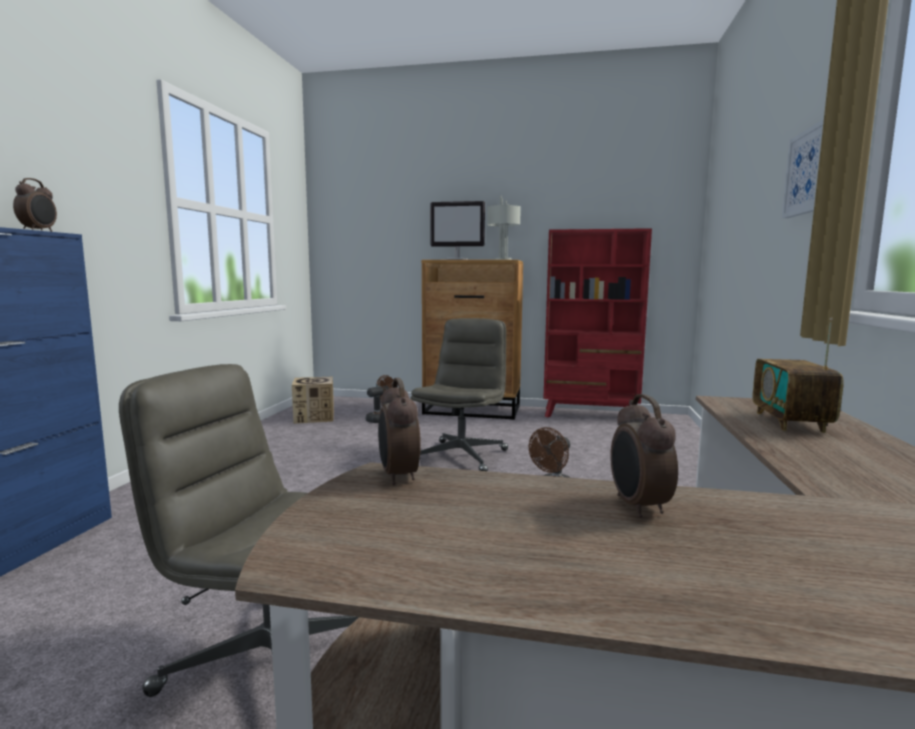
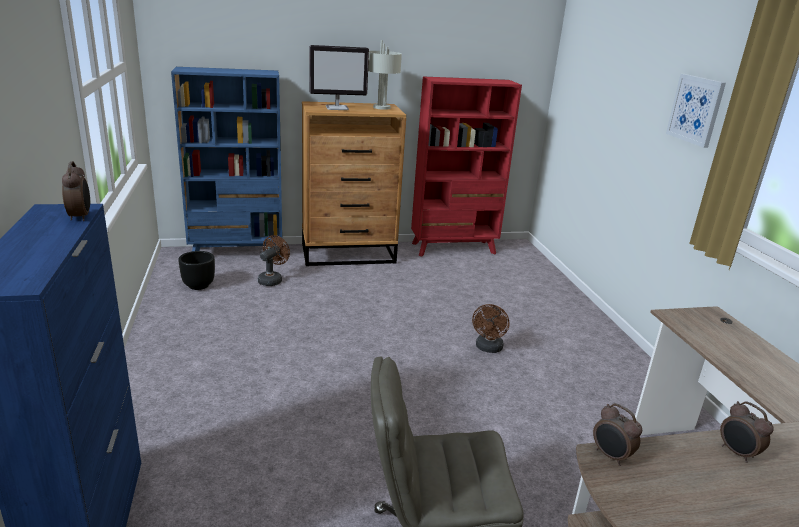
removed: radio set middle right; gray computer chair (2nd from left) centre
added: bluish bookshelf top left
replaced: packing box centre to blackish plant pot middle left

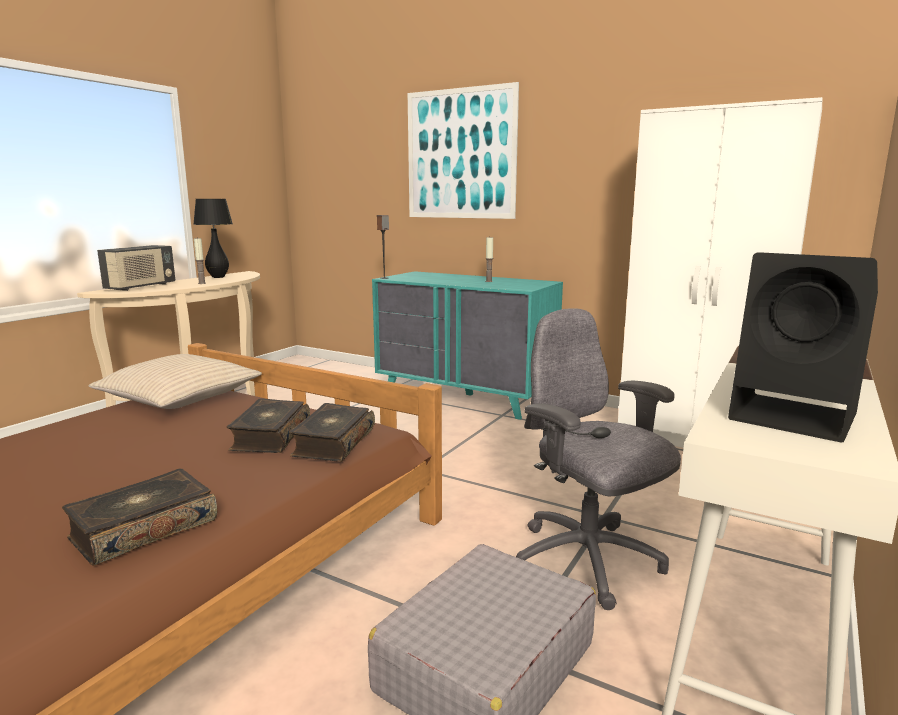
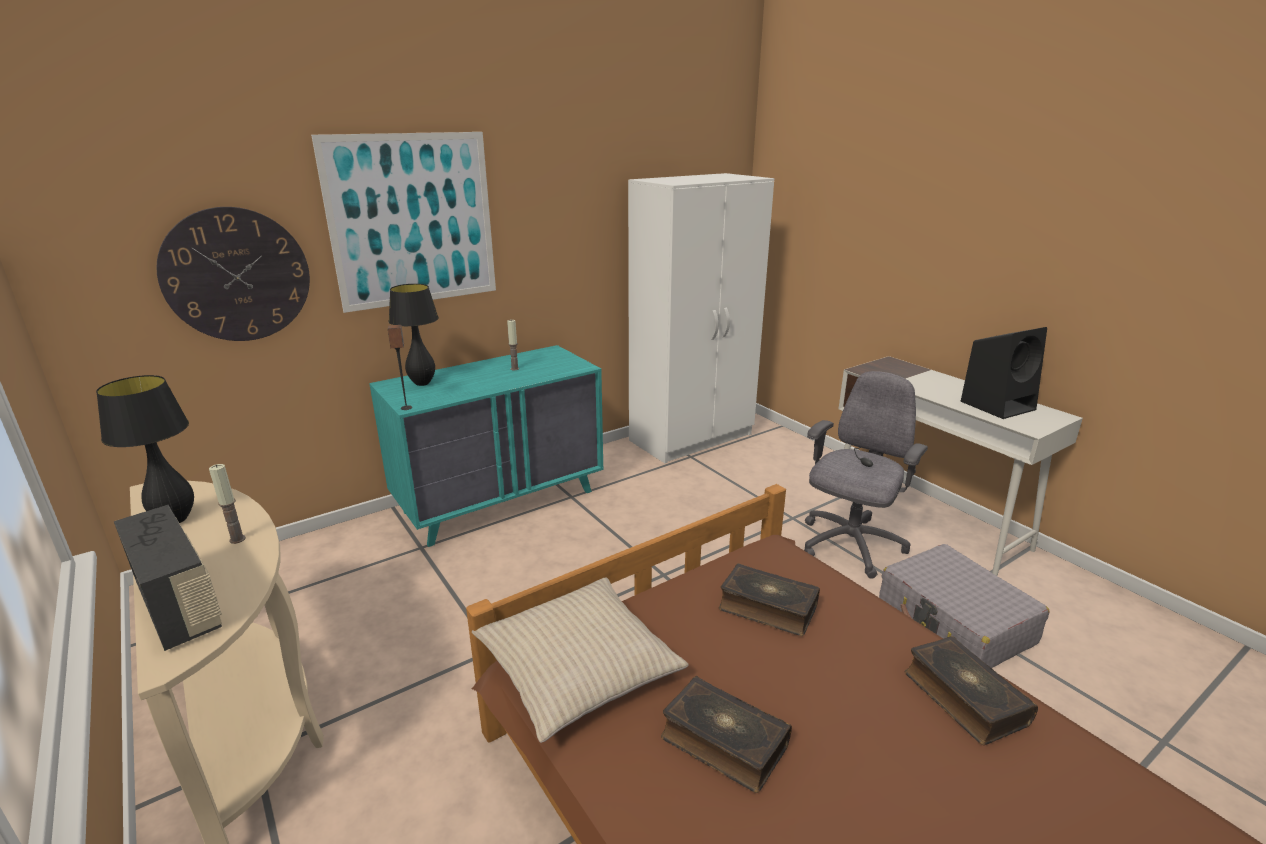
added: wall clock top left; blackish table lamp (2nd from left) middle left
moved: bound book (3rd from left in the first image) centre to bound book (1st from left) bottom centre
turned: gray computer chair centre = middle right 135 degrees clockwise

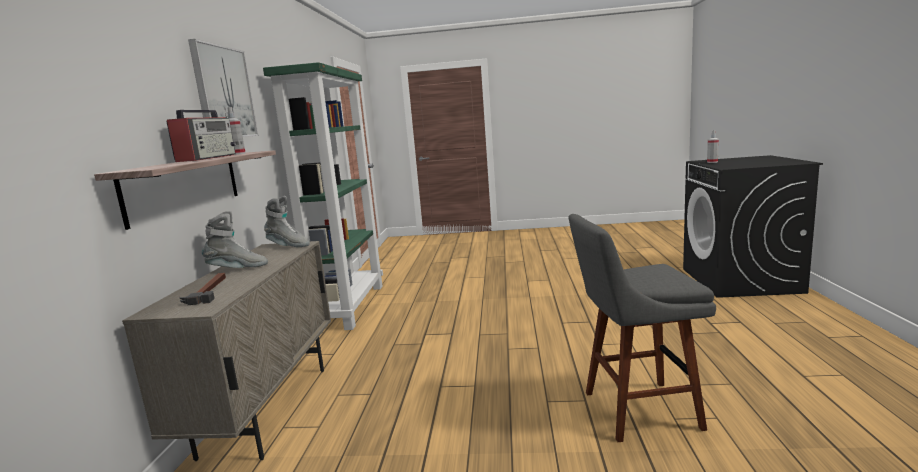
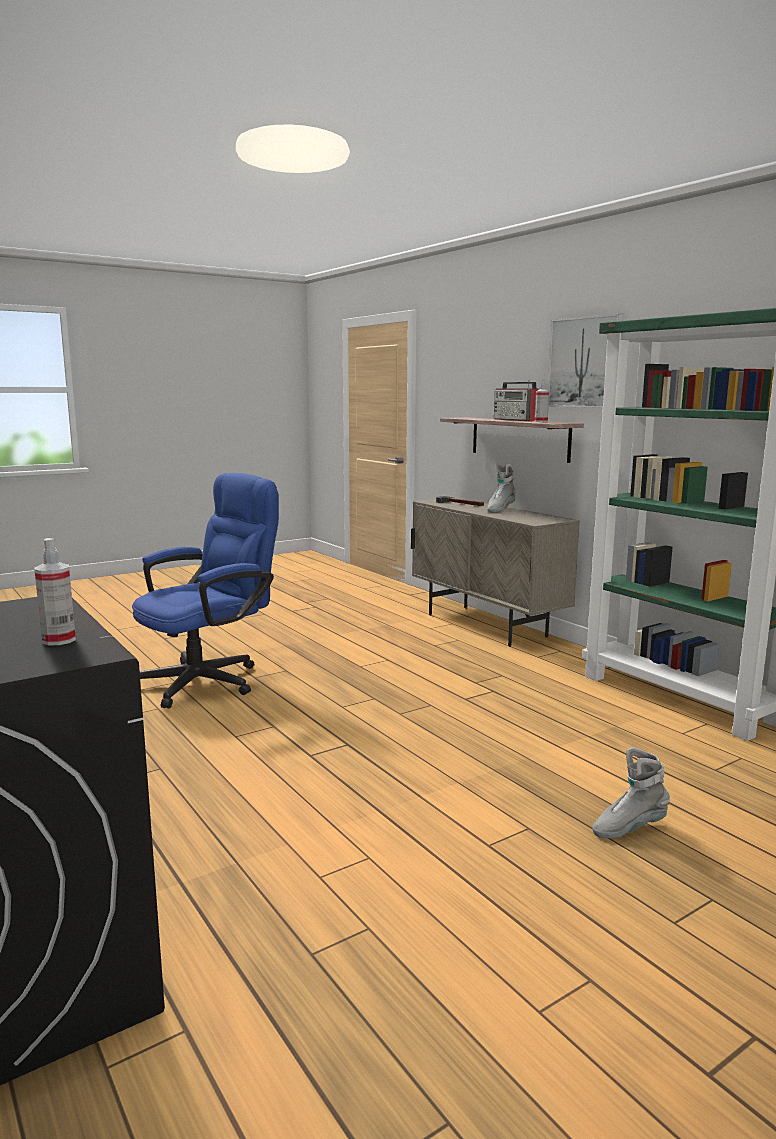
moved: gray boot (2nd from left) middle left to bottom right
replaced: gray stool seat bottom right to bluish computer chair middle left

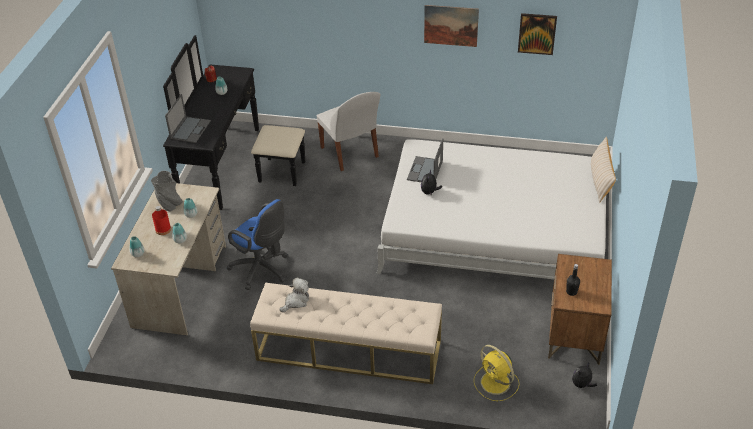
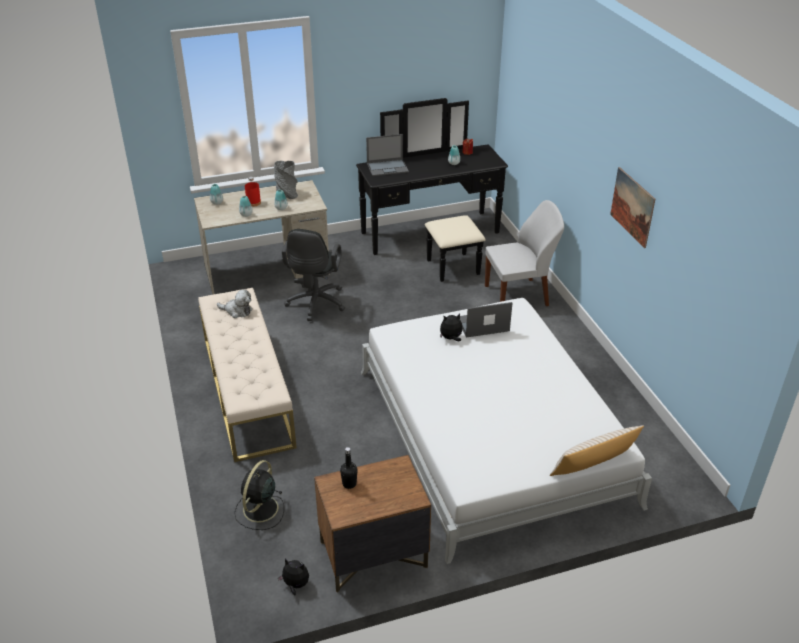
removed: wall picture (2nd from left) top right
recoloured: bluish computer chair centre to blackish computer chair centre; yellow cooling fan bottom centre to blackish cooling fan bottom left
turned: white upright chair top centre = centre 135 degrees counterclockwise

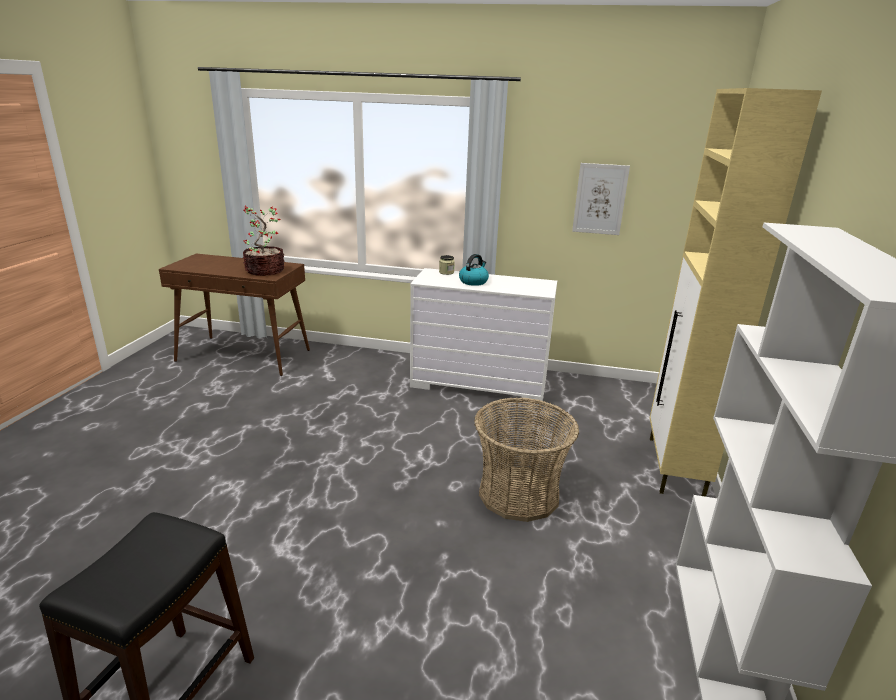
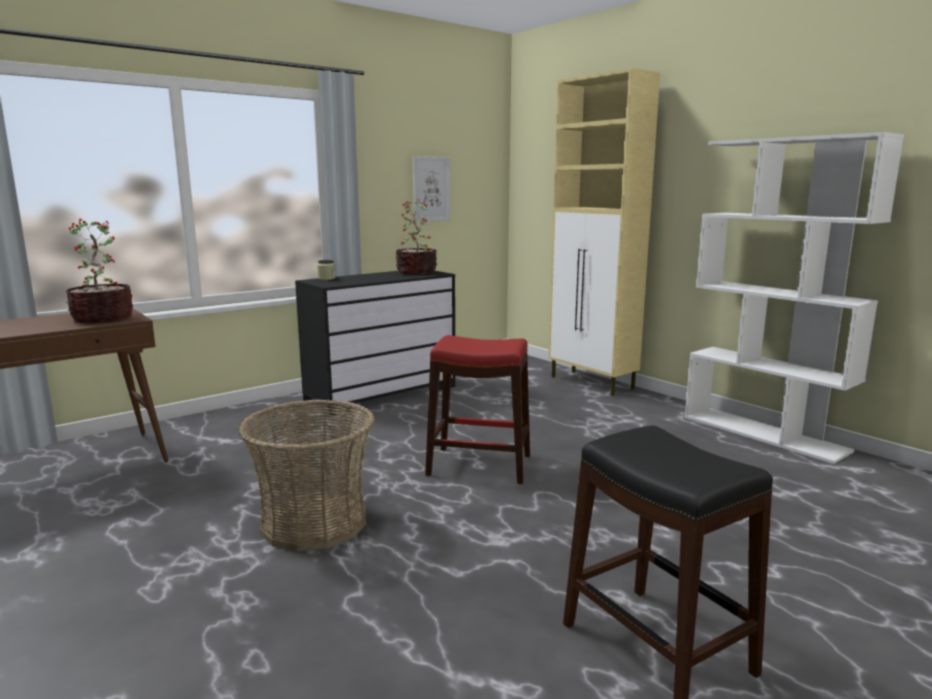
removed: water kettle centre
added: plant in a pot (2nd from left) centre; reddish stool seat centre
moved: storage basket centre to bottom left
recoloured: white drawer chest centre to blackish drawer chest centre

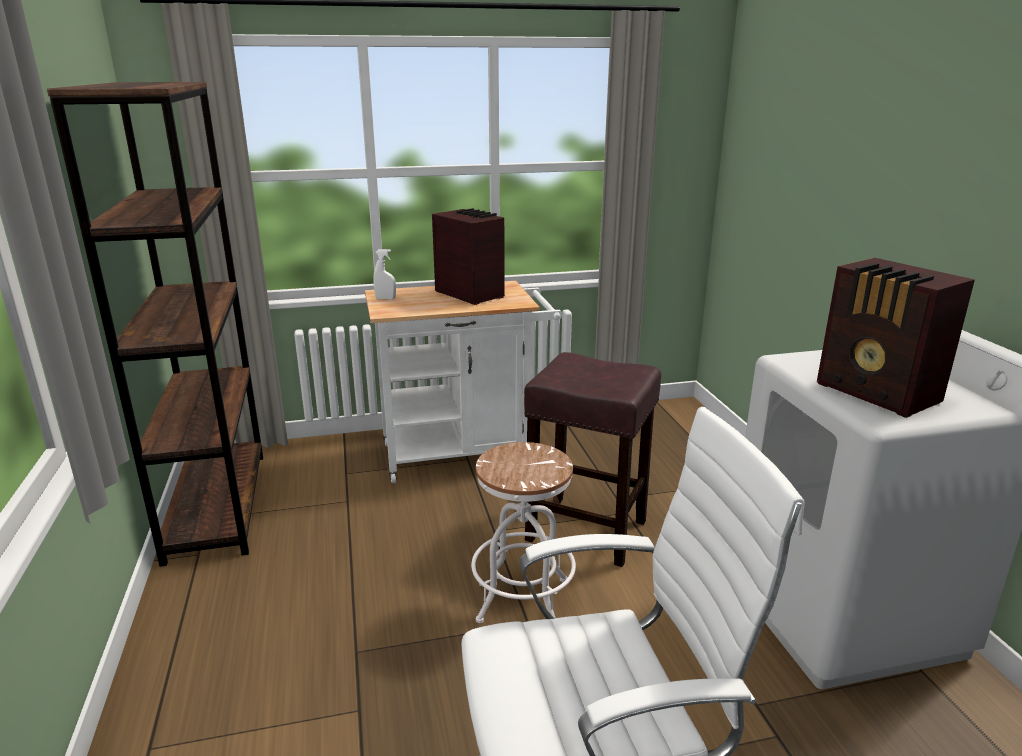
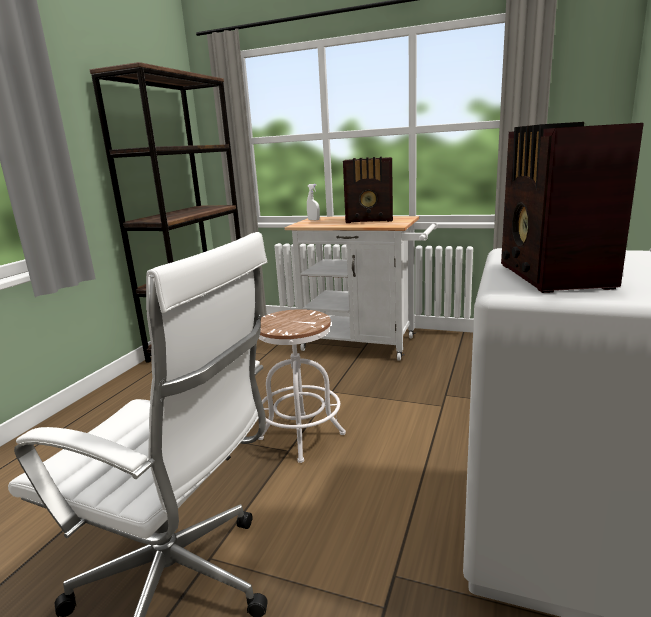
removed: brownish stool seat centre
turned: radio set (1st from left) centre = top centre 105 degrees clockwise

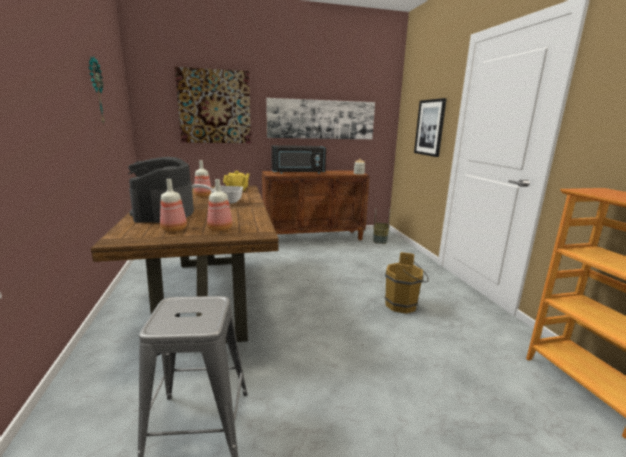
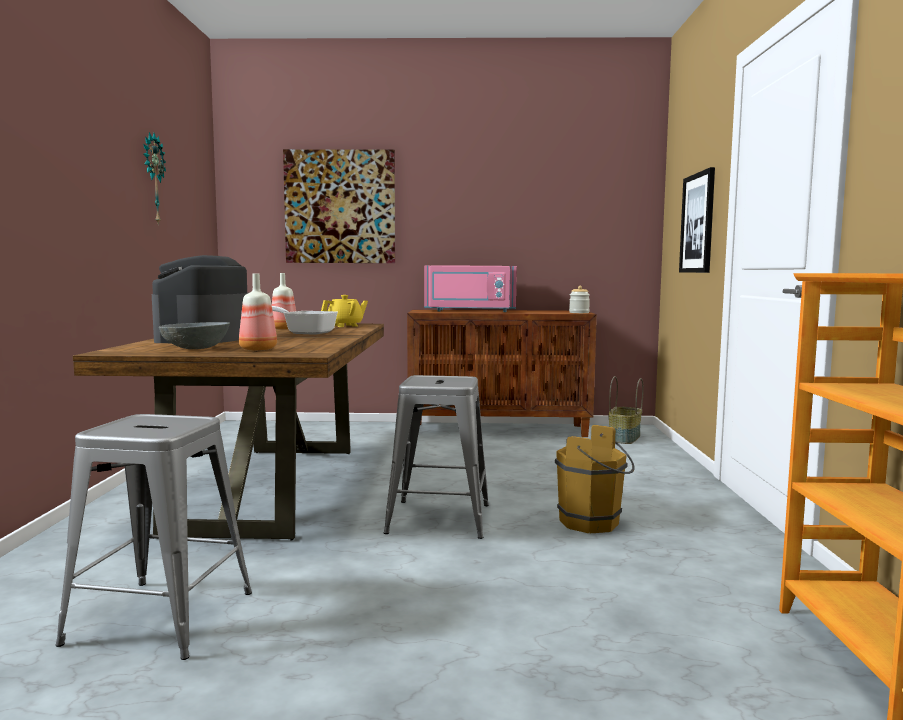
removed: wall picture (2nd from left) top centre
added: gray stool seat (2nd from left) centre
replaced: drink bottle (1st from left) middle left to gray serving bowl middle left
recoloured: blackish microwave oven centre to pink microwave oven centre

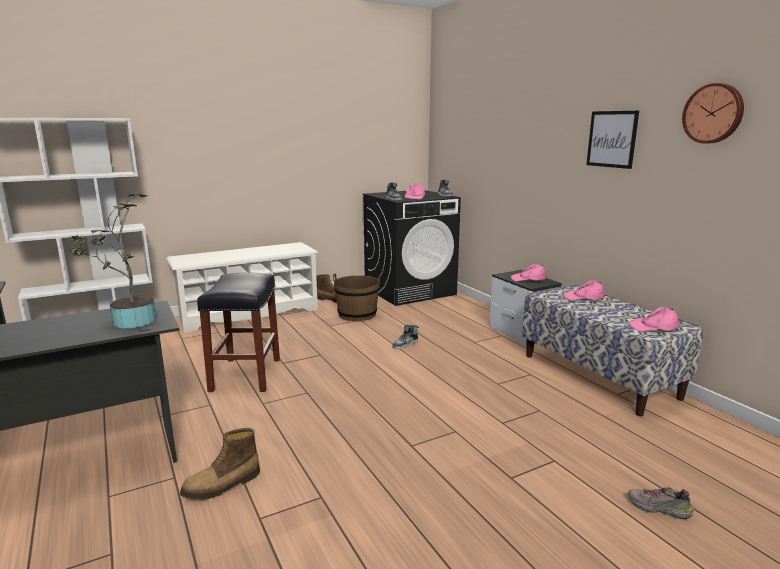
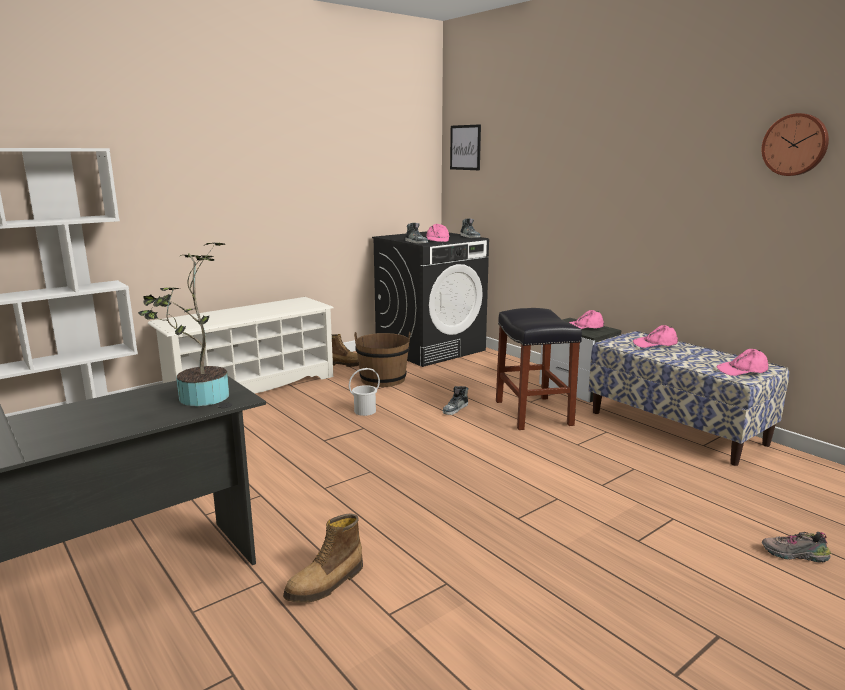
added: white pail centre
moved: wall picture top right to top centre; blackish stool seat middle left to centre

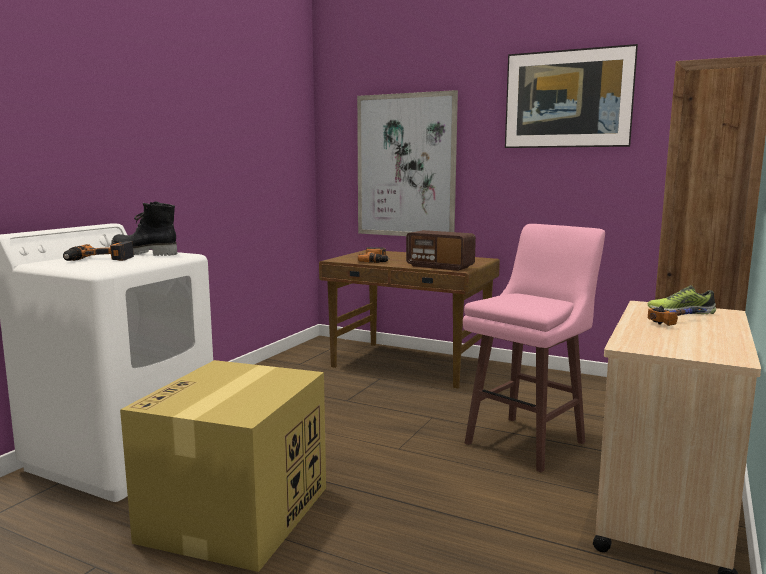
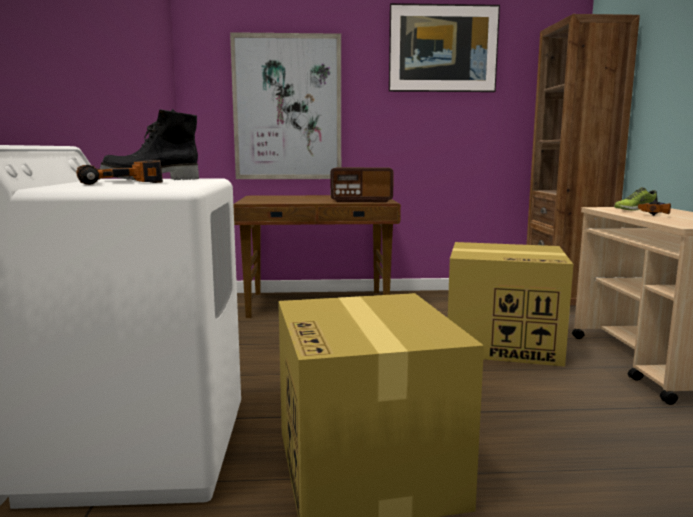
removed: electric drill (2nd from left) centre
replaced: pink stool seat middle right to packing box (2nd from left) middle right

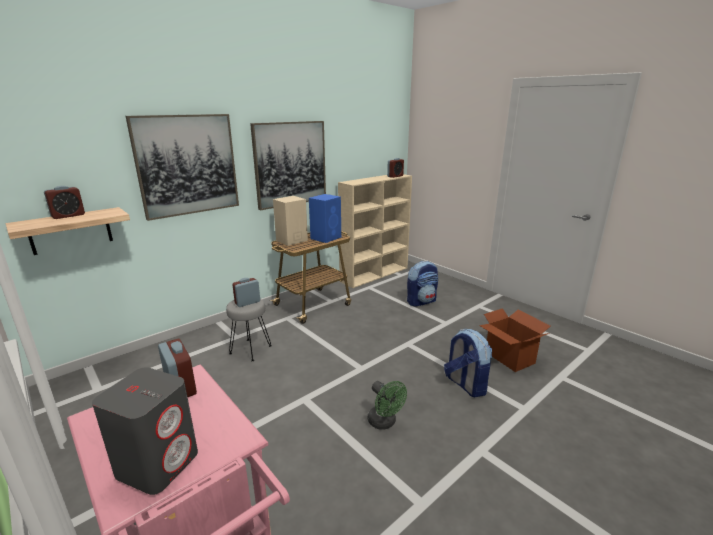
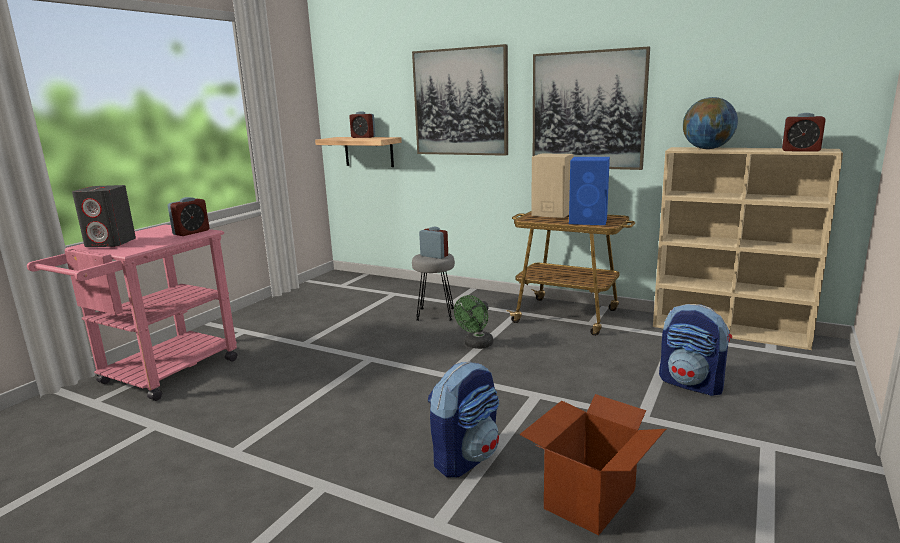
added: globe top right
moved: green cooling fan bottom centre to centre

